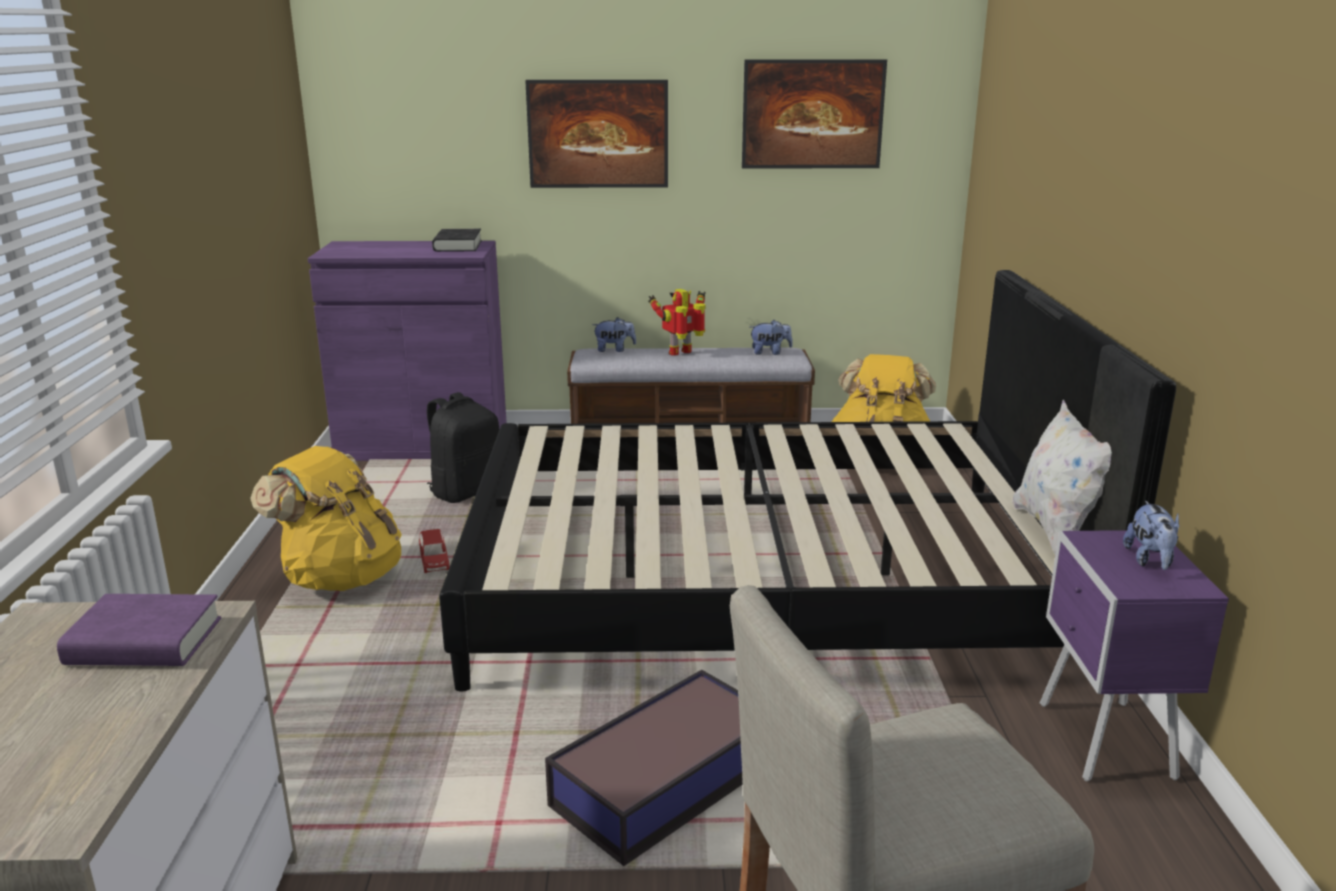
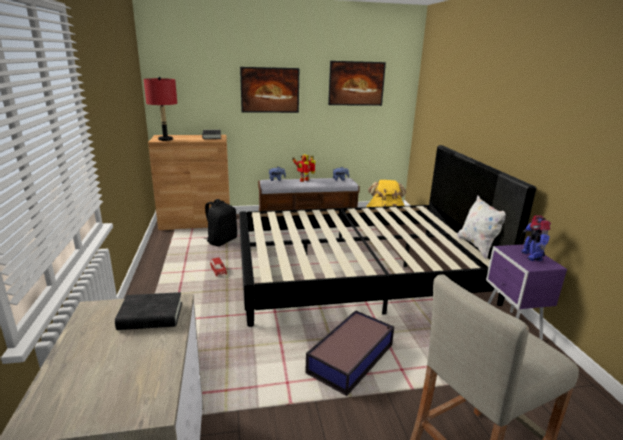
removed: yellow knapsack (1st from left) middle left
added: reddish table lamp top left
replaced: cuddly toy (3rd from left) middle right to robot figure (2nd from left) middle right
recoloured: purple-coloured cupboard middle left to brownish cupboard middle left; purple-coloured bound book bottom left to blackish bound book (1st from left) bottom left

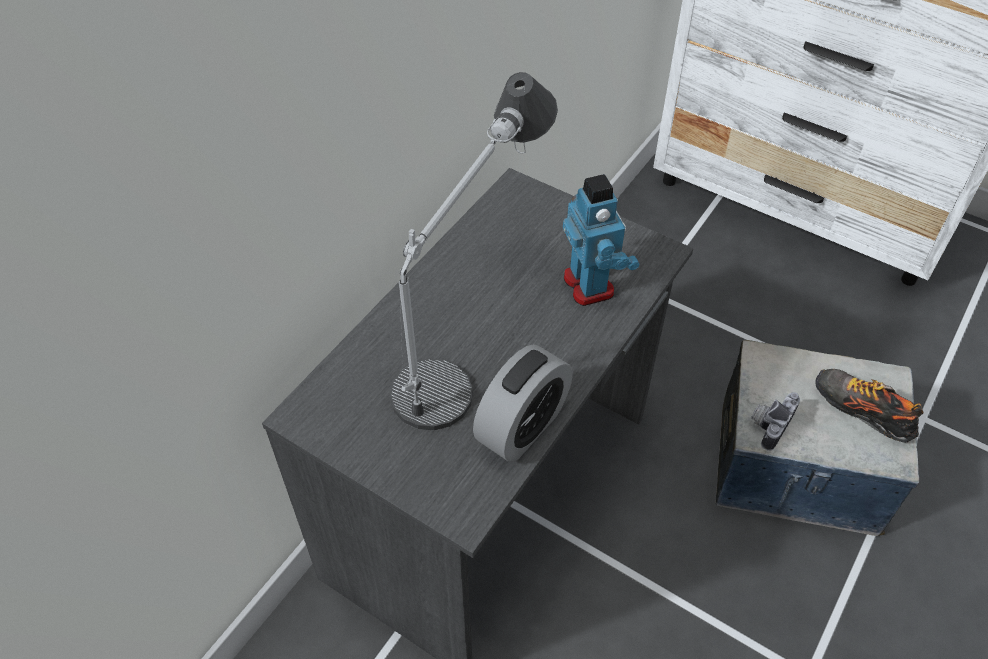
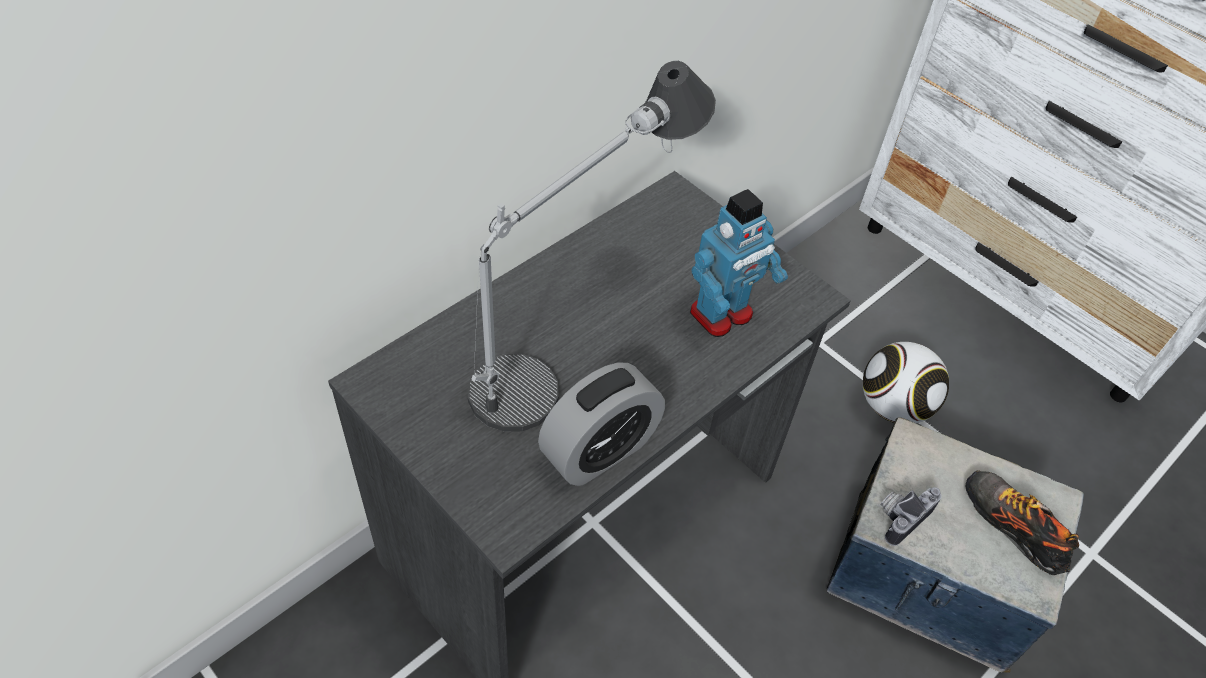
added: football ball middle right
turned: robot figure centre = centre 60 degrees clockwise

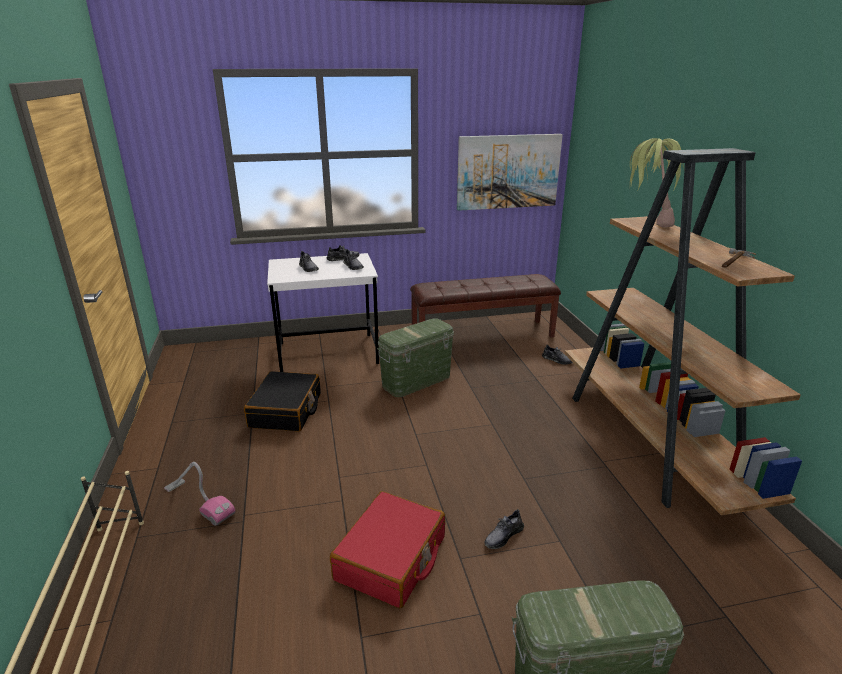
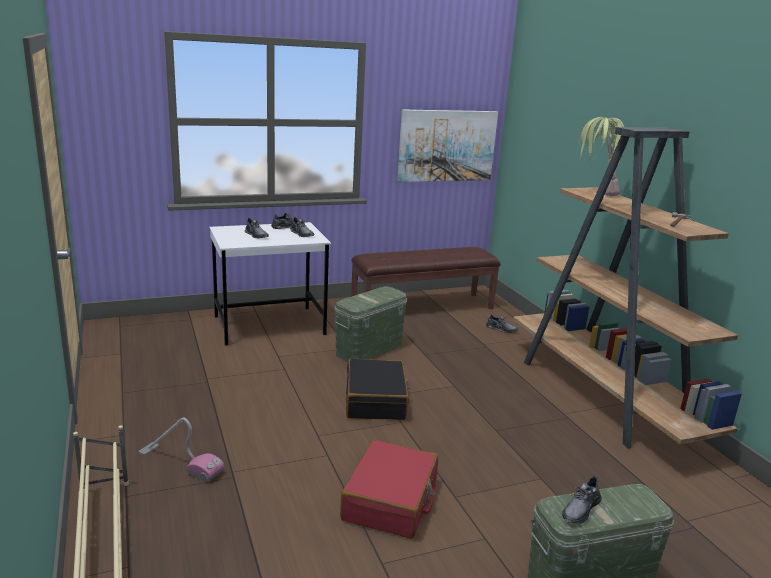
moved: blackish piece of luggage centre to bottom centre; gray item of footwear (4th from left in the first image) bottom centre to gray item of footwear (5th from left) bottom right

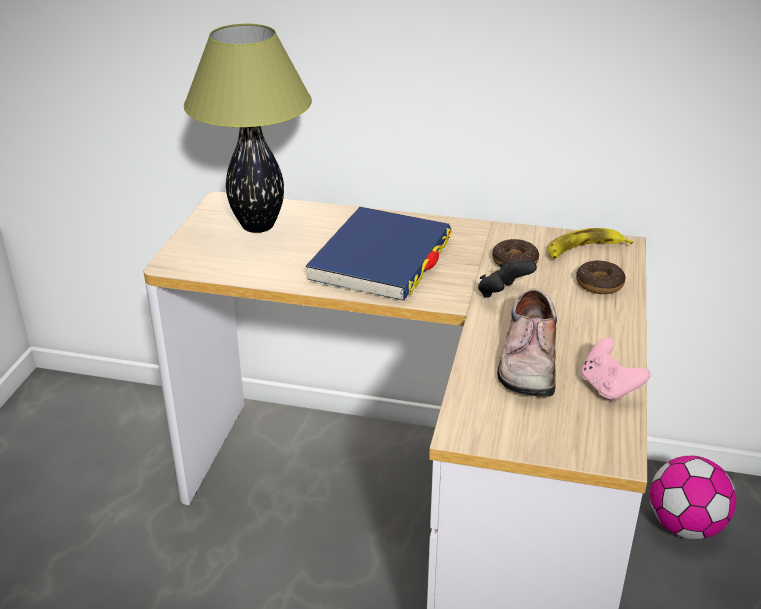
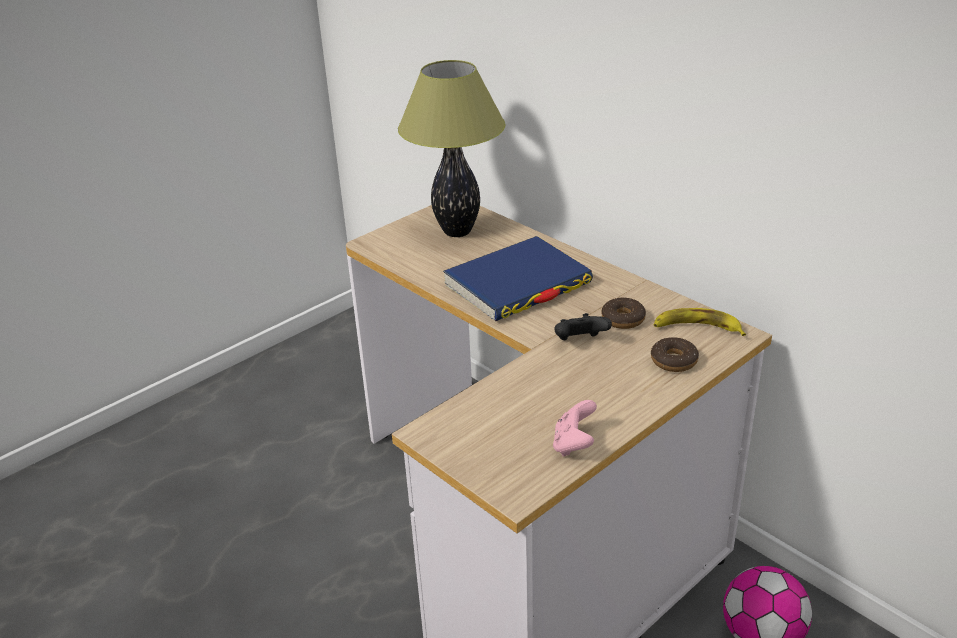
removed: item of footwear middle right

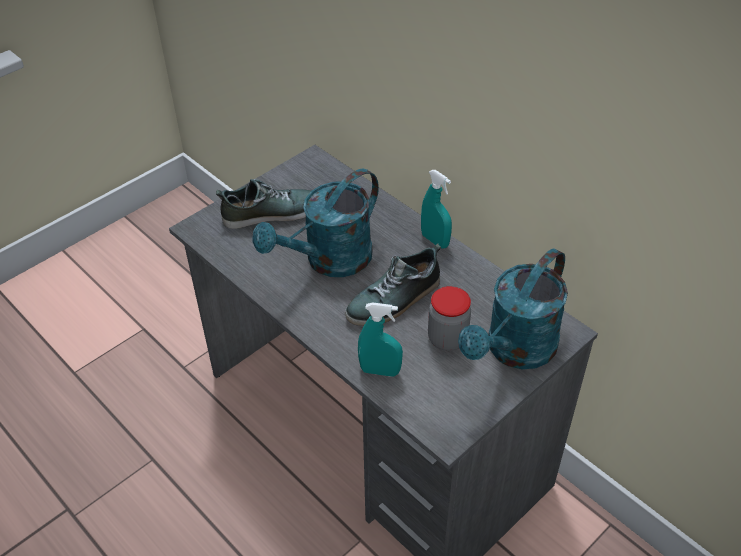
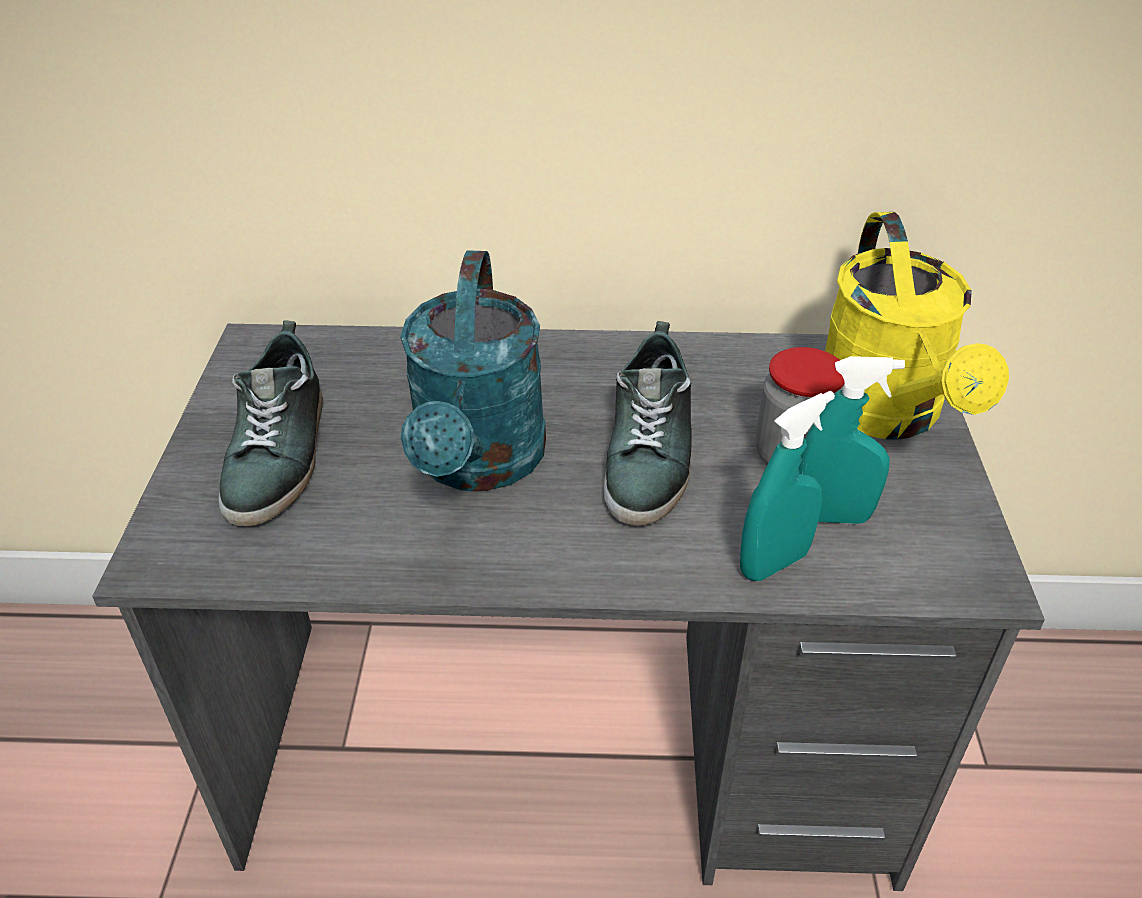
moved: blue-green spray bottle (2nd from left) centre to middle right
recoloured: blue-green sprinkling can (2nd from left) middle right to yellow sprinkling can middle right
turned: item of footwear (1st from left) centre = middle left 150 degrees clockwise

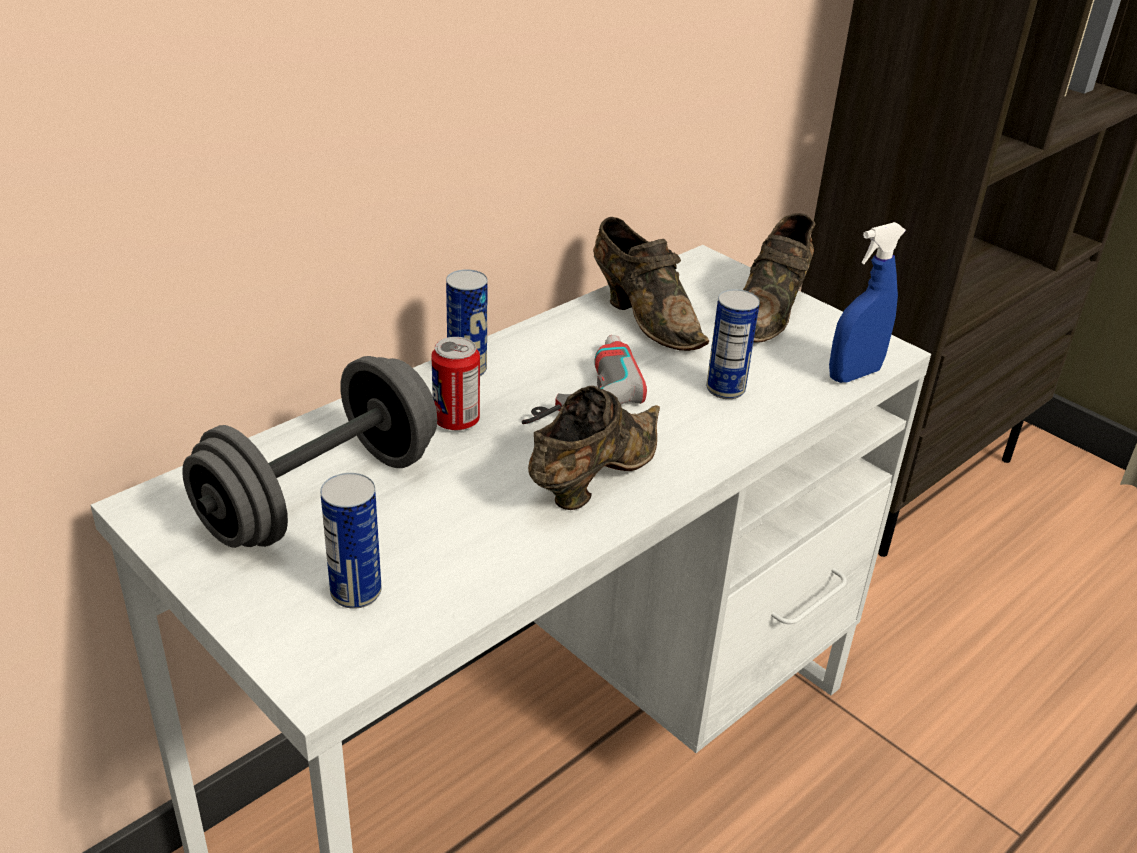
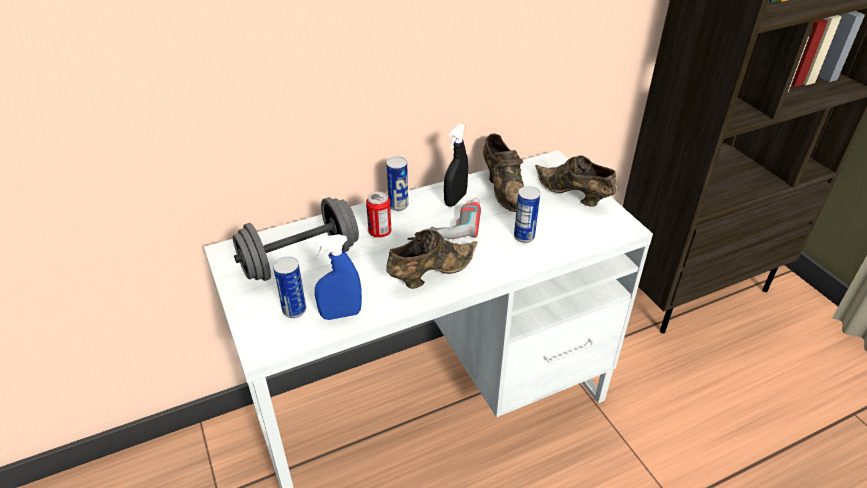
added: blackish spray bottle centre
moved: bluish spray bottle middle right to centre
turned: brownish item of footwear (3rd from left) top right = centre 90 degrees clockwise

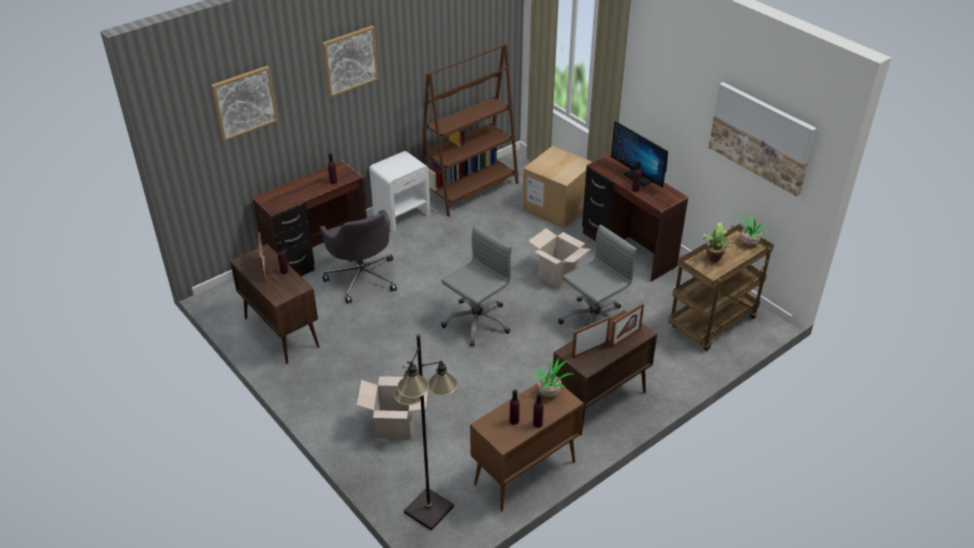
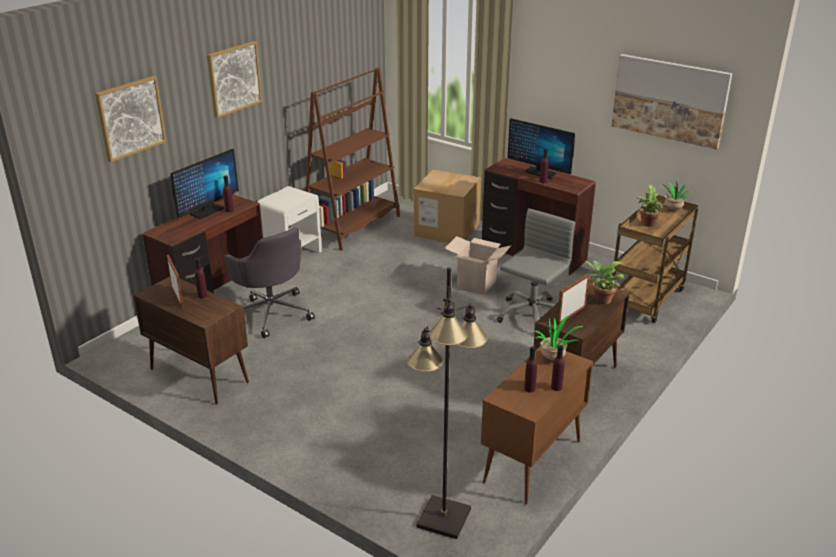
removed: gray computer chair (2nd from left) centre; packing box (1st from left) bottom centre
added: computer display (1st from left) top left
replaced: picture frame (3rd from left) centre to plant in a pot (2nd from left) middle right

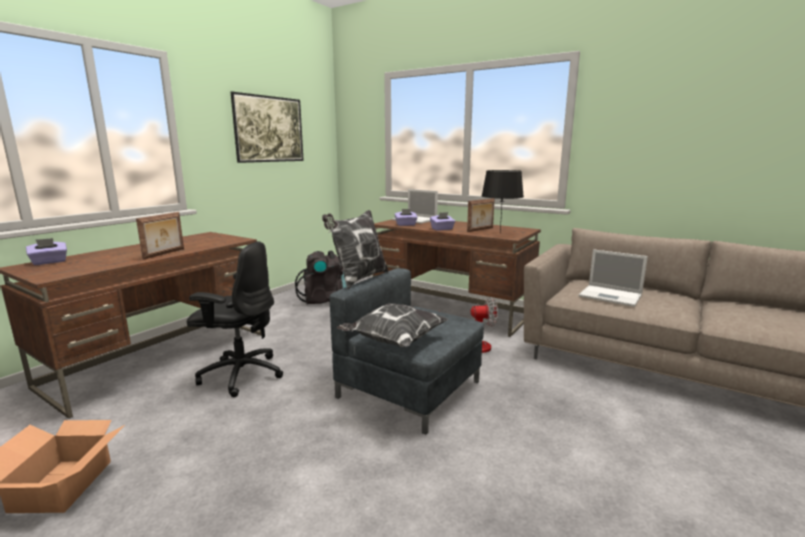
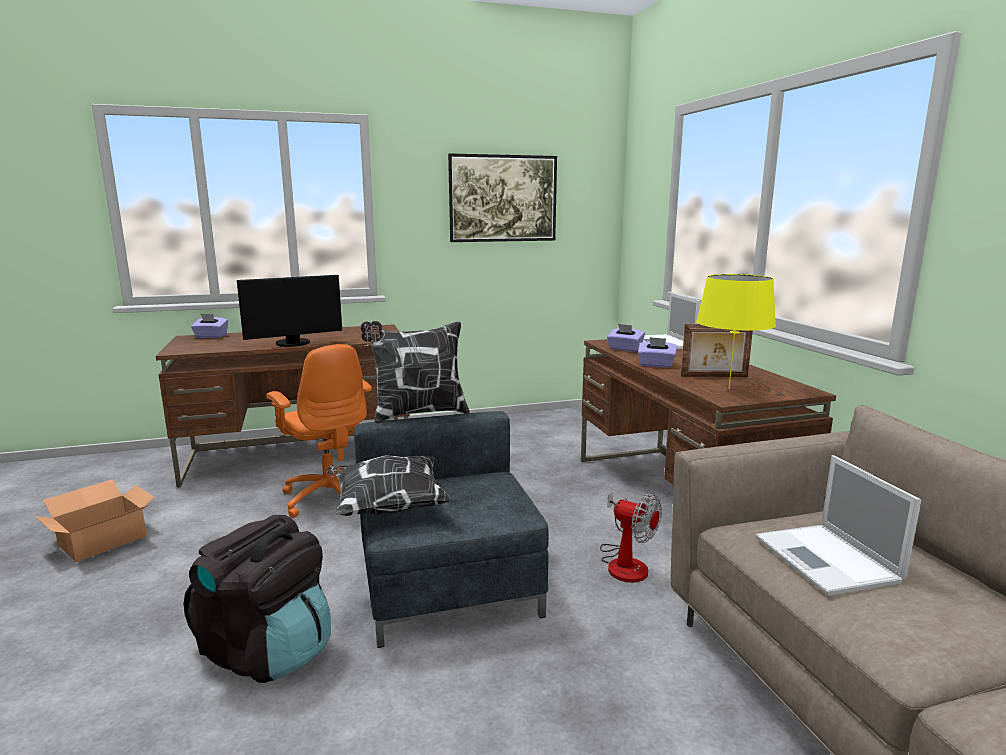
moved: blackish knapsack centre to bottom left
replaced: picture frame (1st from left) middle left to computer display middle left
recoloured: blackish table lamp centre to yellow table lamp middle right; blackish computer chair middle left to orangey computer chair middle left

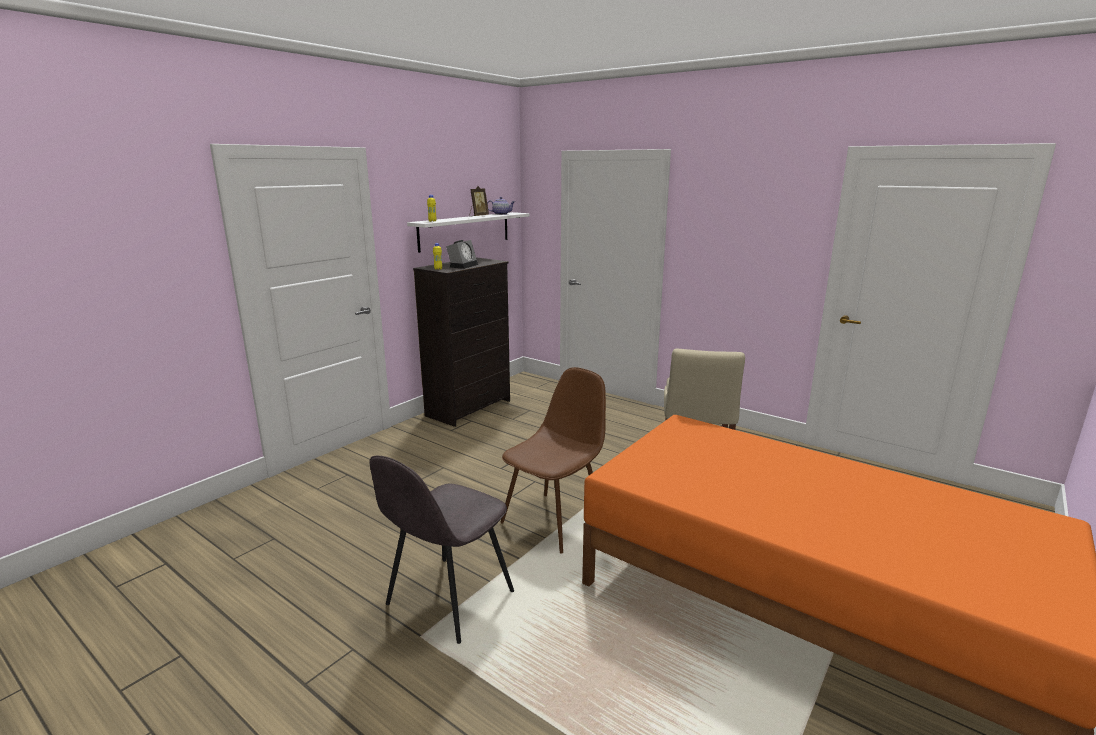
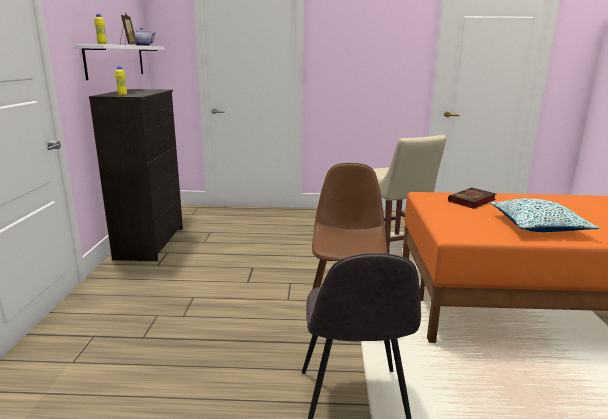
removed: table clock centre
added: bound book middle right; pillow middle right

